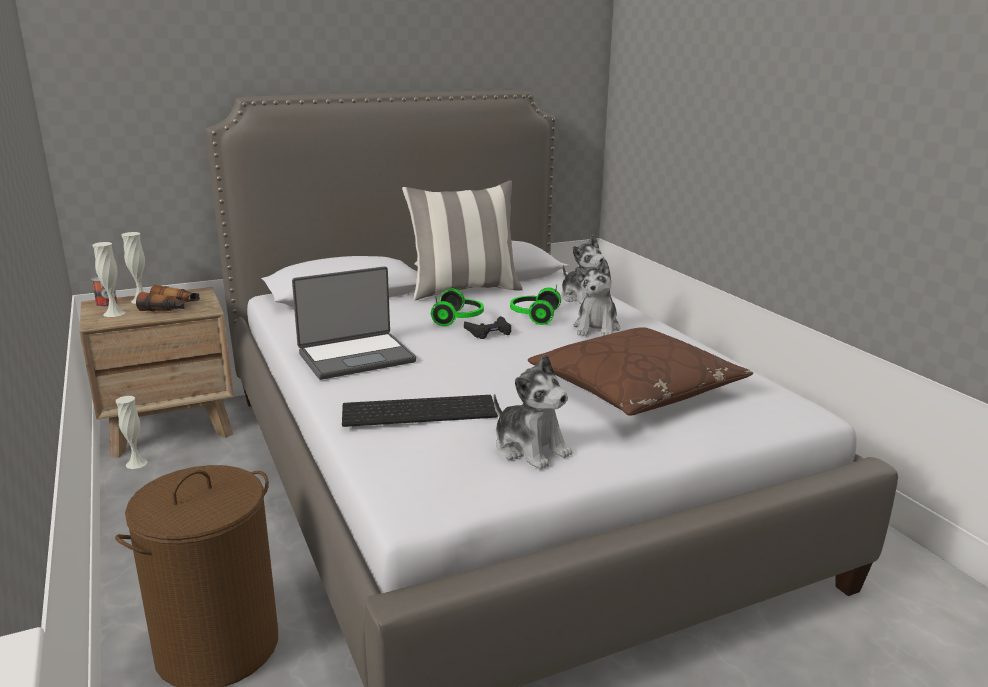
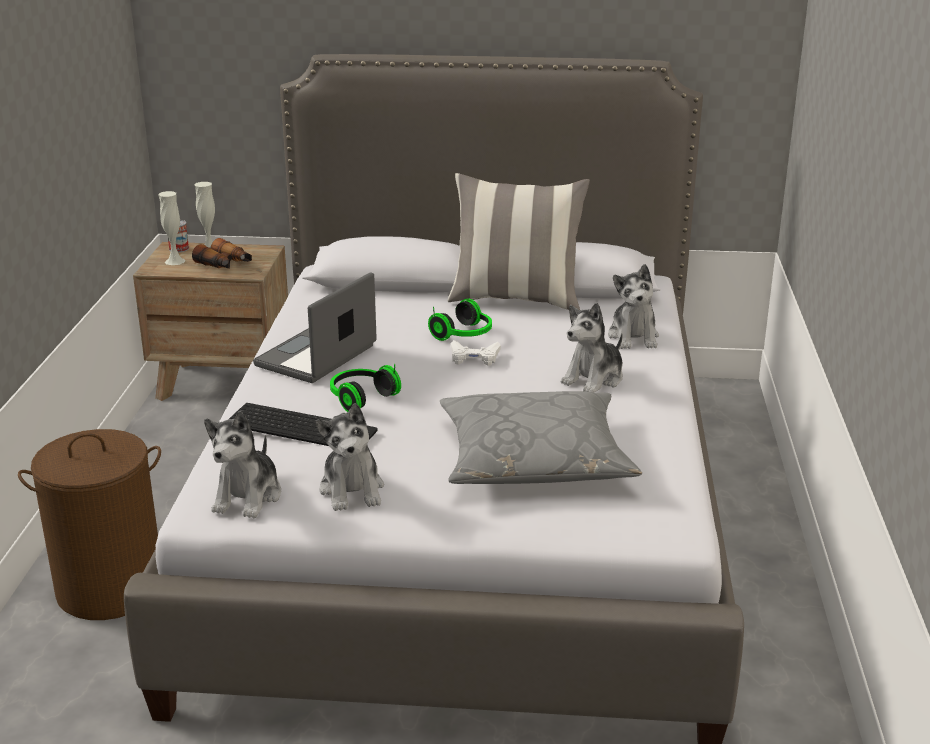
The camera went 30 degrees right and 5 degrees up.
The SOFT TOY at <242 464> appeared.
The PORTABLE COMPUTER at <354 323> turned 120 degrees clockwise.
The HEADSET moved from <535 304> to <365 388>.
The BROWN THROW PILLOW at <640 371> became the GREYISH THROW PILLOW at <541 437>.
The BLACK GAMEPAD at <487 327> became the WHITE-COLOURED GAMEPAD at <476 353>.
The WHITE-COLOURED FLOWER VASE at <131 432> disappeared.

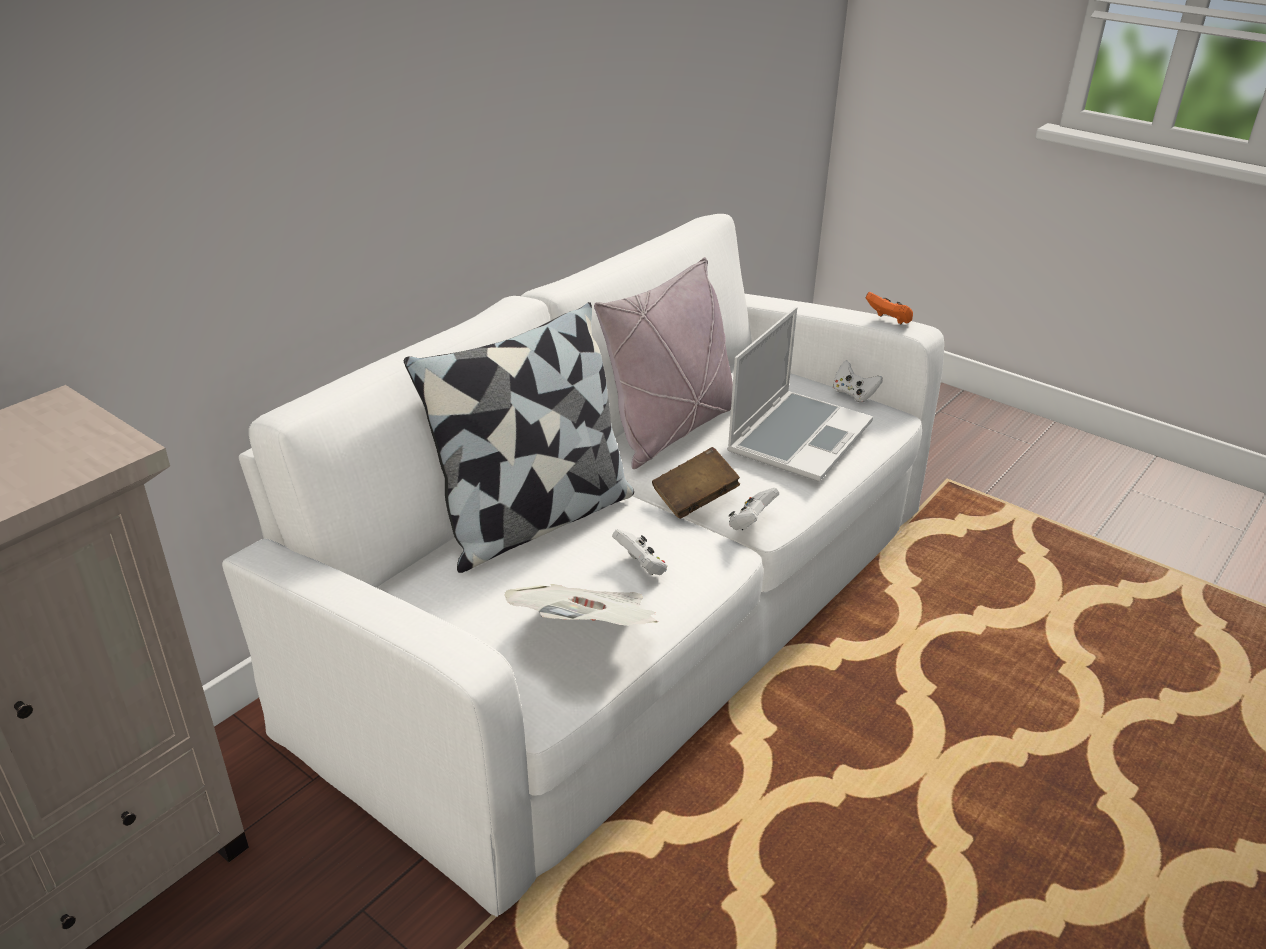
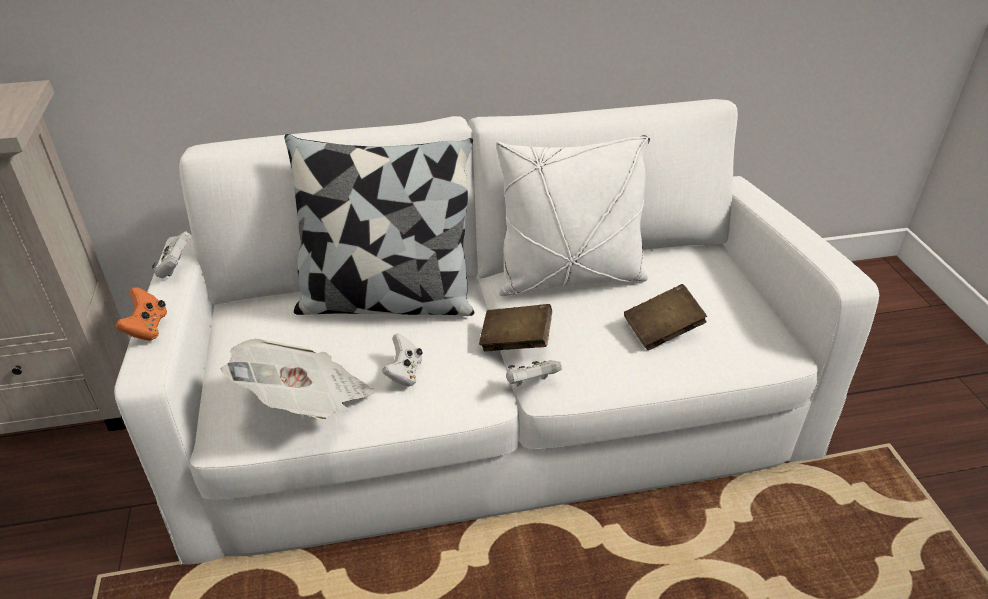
The camera went 40 degrees right and 5 degrees up.
The ORANGE GAMEPAD moved from <889 308> to <141 314>.
The WHITE-COLOURED GAMEPAD moved from <858 381> to <171 254>.
The PURPLE THROW PILLOW at <663 363> became the WHITE-COLOURED THROW PILLOW at <573 215>.
The PORTABLE COMPUTER at <800 394> was replaced by the BROWN BOOK at <665 317>.

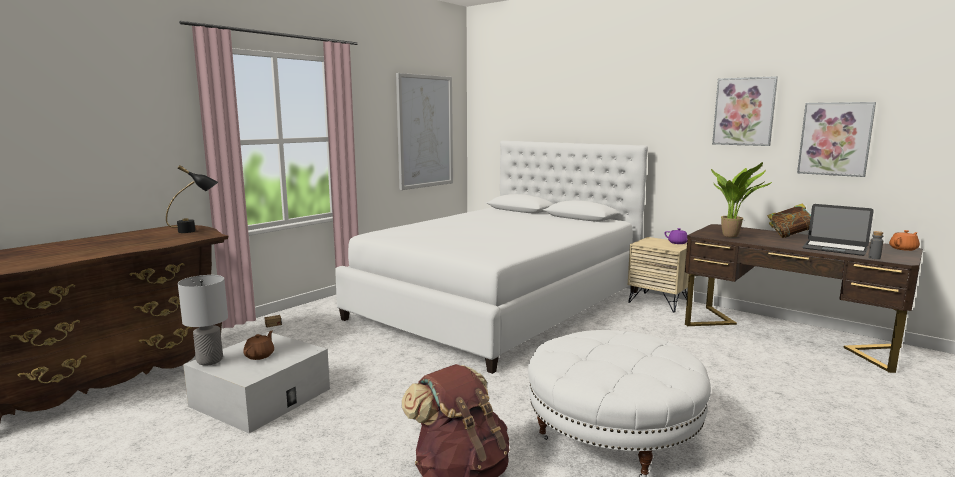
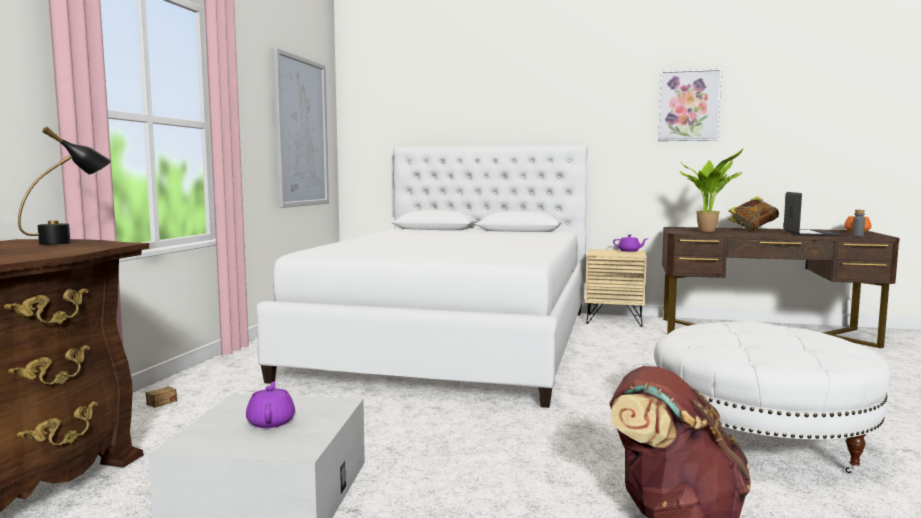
The camera went 25 degrees left and 5 degrees down.
The BROWN POT FOR TEA at <258 345> became the PURPLE POT FOR TEA at <270 405>.
The PORTABLE COMPUTER at <838 230> turned 90 degrees counterclockwise.
The GREYISH TABLETOP LAMP at <203 320> disappeared.
The PICTURE at <836 139> disappeared.

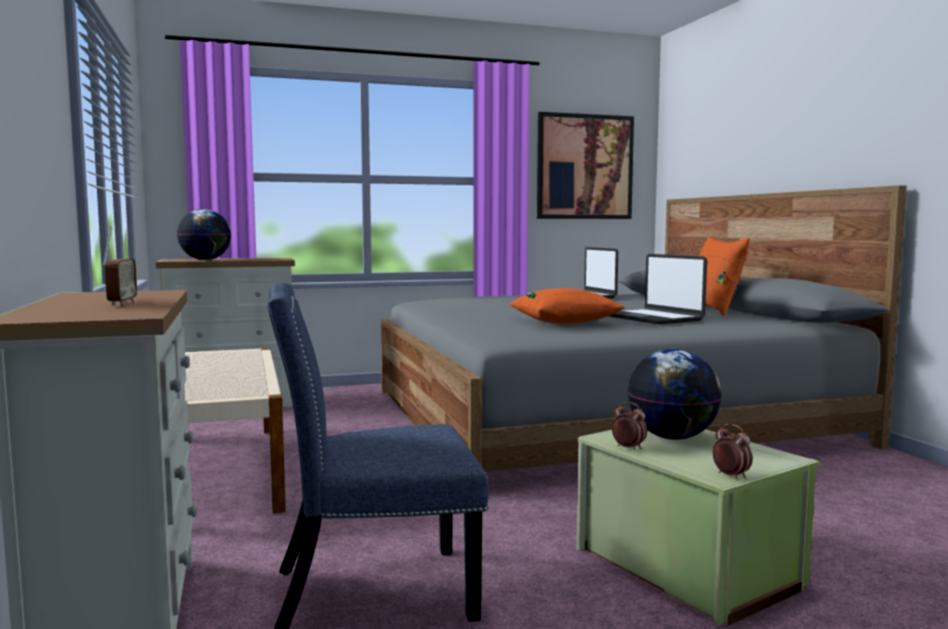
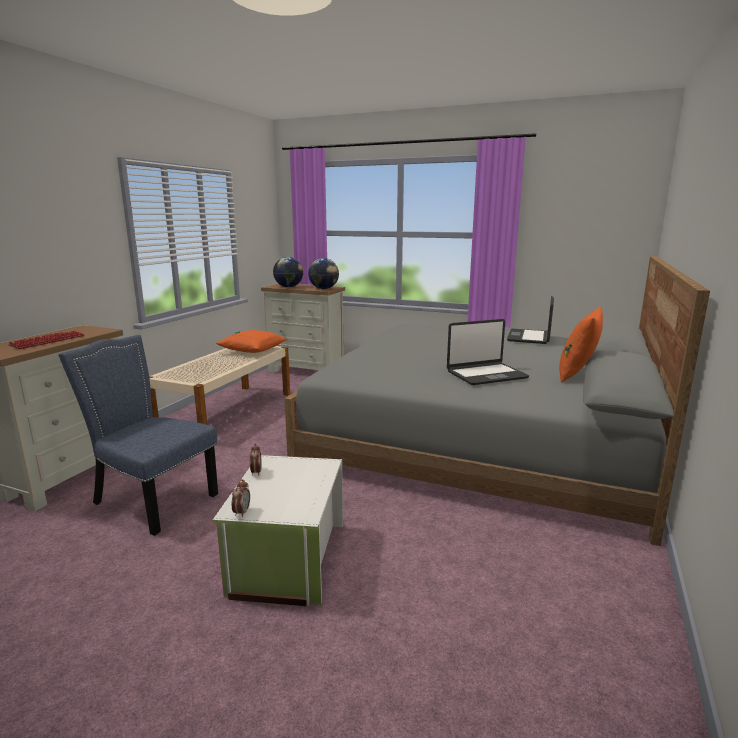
The camera went 40 degrees right and 10 degrees up.
The RADIO SET at <120 266> was replaced by the PC KEYBOARD at <46 340>.
The GREEN-COLOURED STORAGE CONTAINER at <698 527> became the WHITE-COLOURED STORAGE CONTAINER at <278 530>.
The ORANGE THROW PILLOW moved from <567 306> to <251 341>.
The DESK GLOBE moved from <675 394> to <323 273>.
The PORTABLE COMPUTER at <658 289> turned 120 degrees counterclockwise.
The PICTURE at <585 165> disappeared.

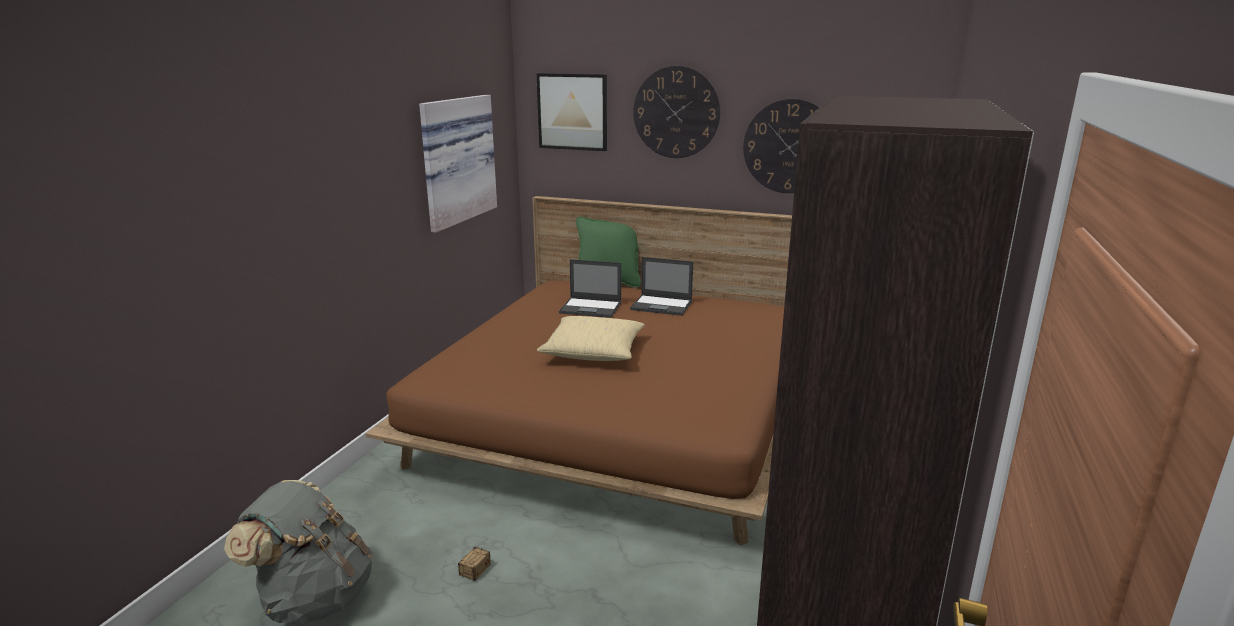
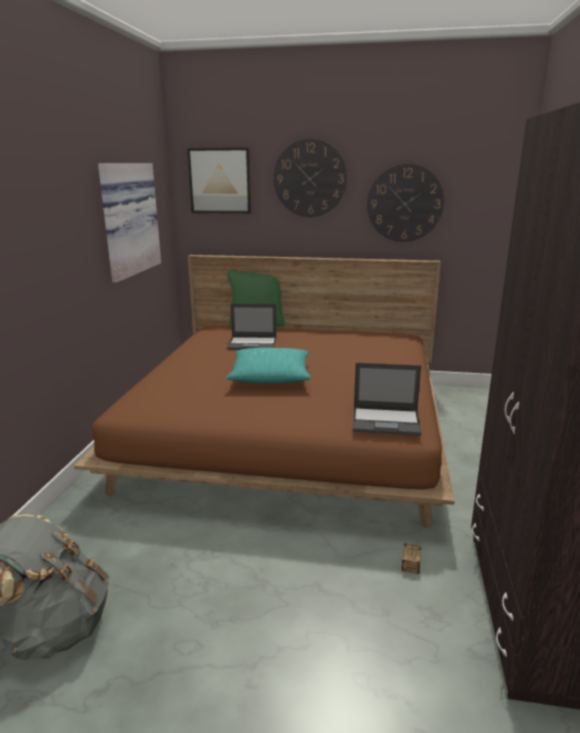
The camera went 10 degrees left and 0 degrees up.
The BEIGE-COLOURED THROW PILLOW at <591 338> became the BLUE-GREEN THROW PILLOW at <268 366>.
The PORTABLE COMPUTER moved from <661 286> to <387 399>.
The STORAGE CONTAINER moved from <468 564> to <411 559>.

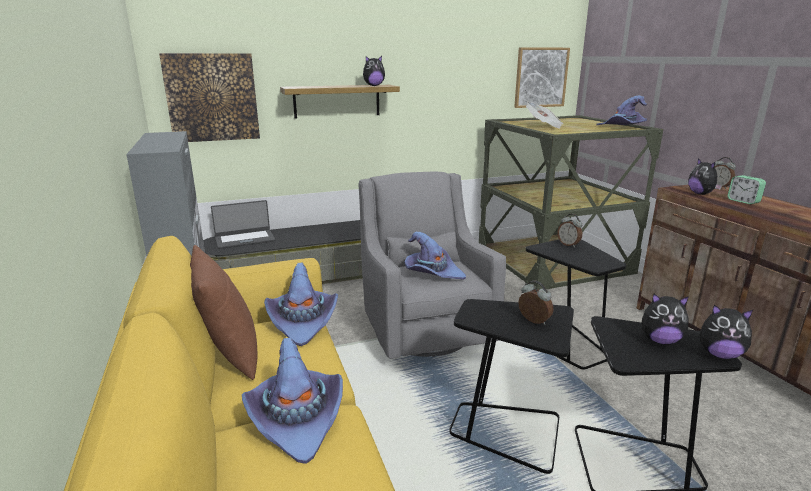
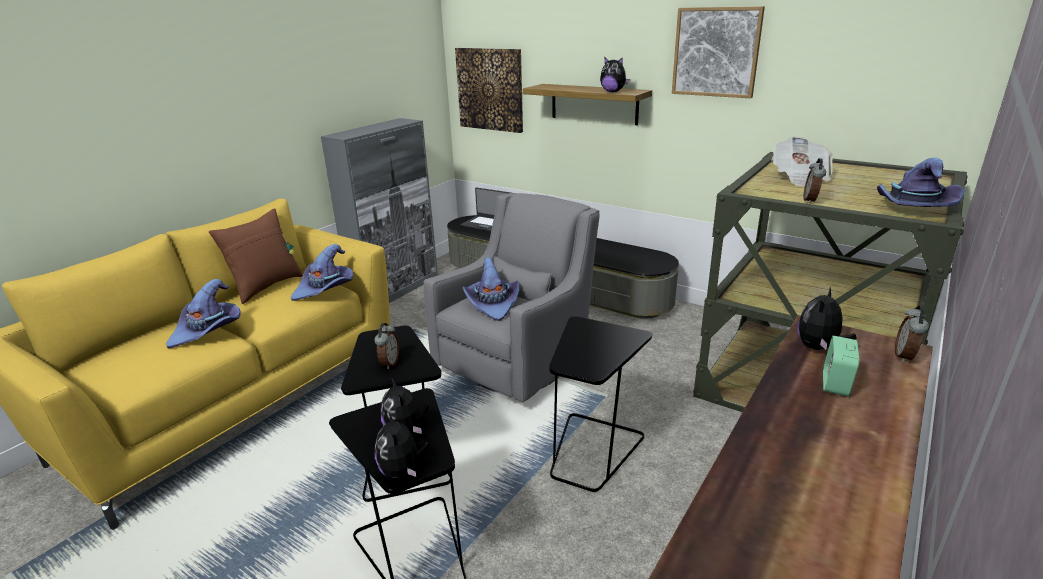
The camera went 55 degrees right and 5 degrees up.
The PICTURE moved from <542 77> to <718 52>.
The ALARM CLOCK moved from <569 230> to <815 181>.

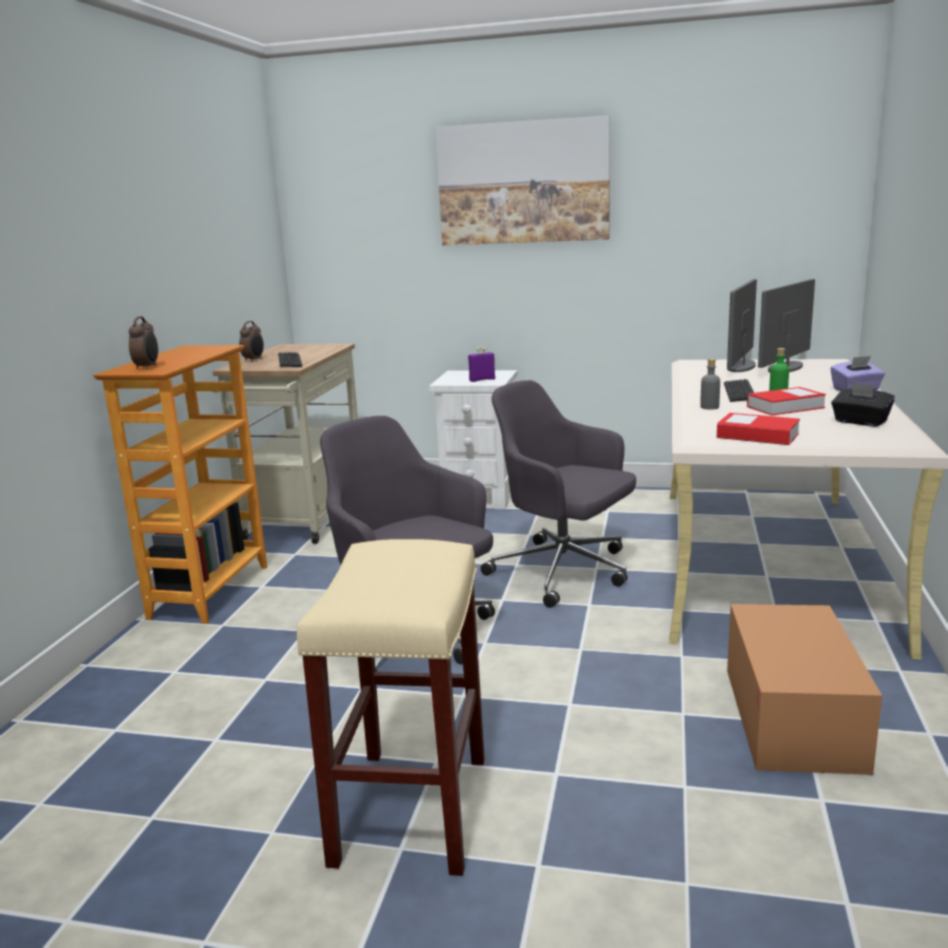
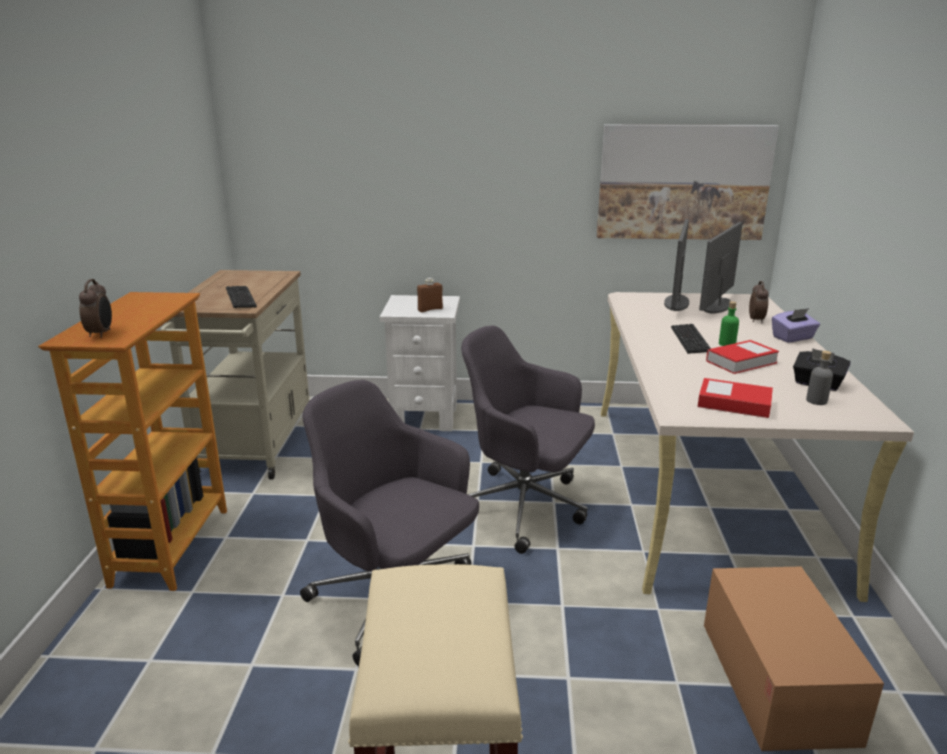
The camera went 10 degrees left and 5 degrees up.
The PURPLE DRINK BOTTLE at <481 364> became the BROWN DRINK BOTTLE at <430 295>.
The PICTURE moved from <523 180> to <688 182>.
The ALARM CLOCK moved from <251 341> to <759 302>.
The GREYISH DRINK BOTTLE moved from <710 384> to <819 378>.

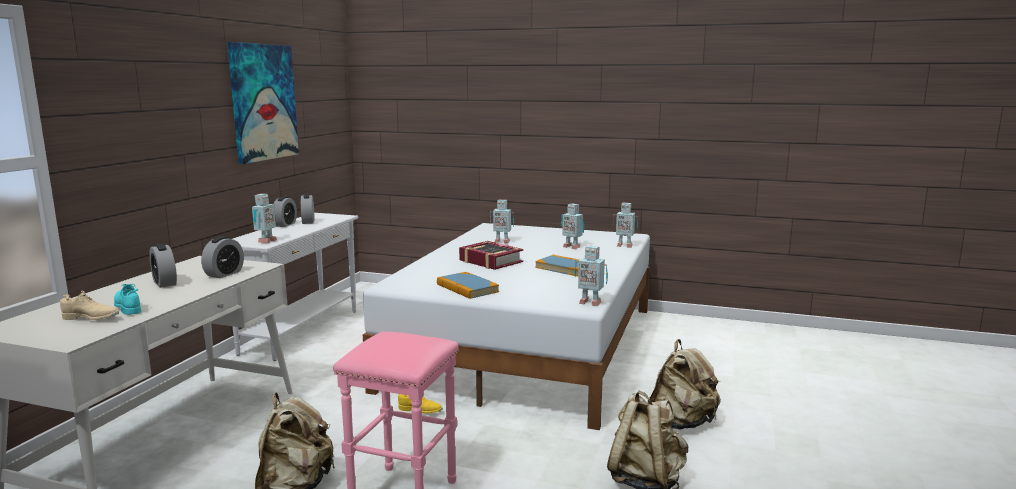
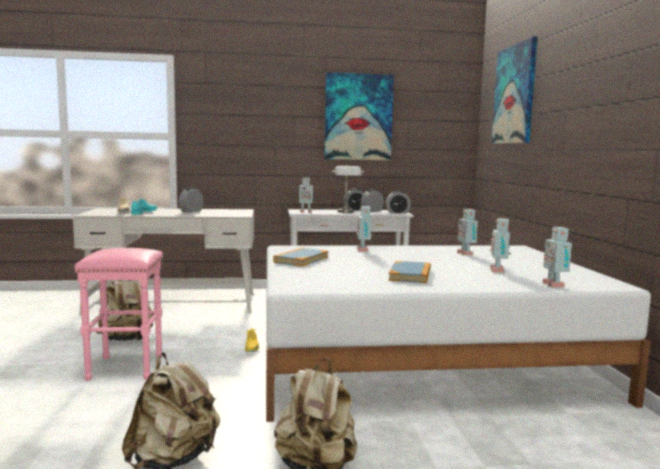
The camera went 65 degrees right and 5 degrees down.
The GREYISH TABLETOP LAMP at <348 189> appeared.
The TOY ROBOT moved from <591 275> to <364 229>.
The ALARM CLOCK moved from <222 257> to <398 202>.
The PICTURE at <515 90> appeared.
The BOOK at <491 255> disappeared.

